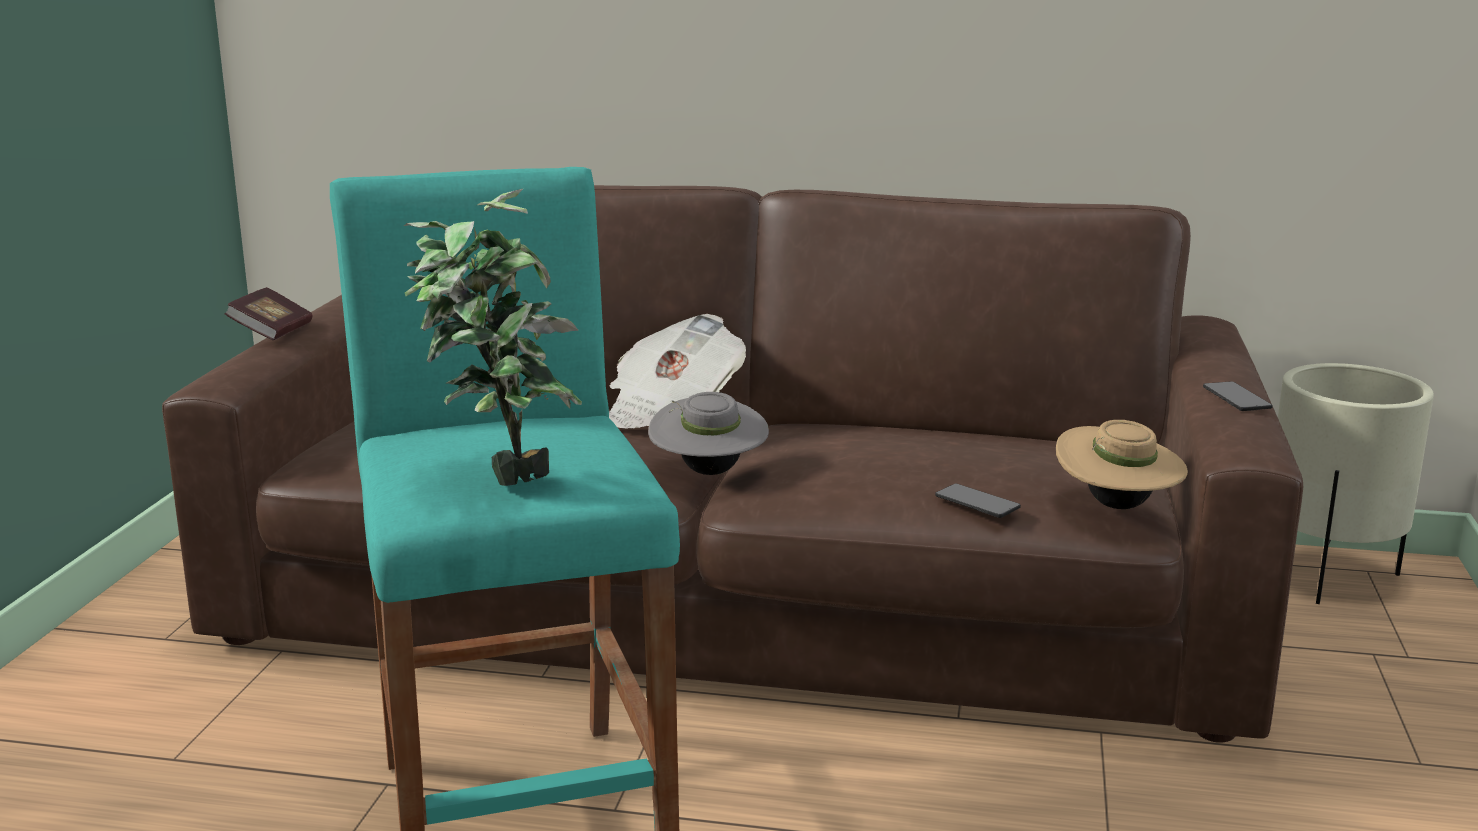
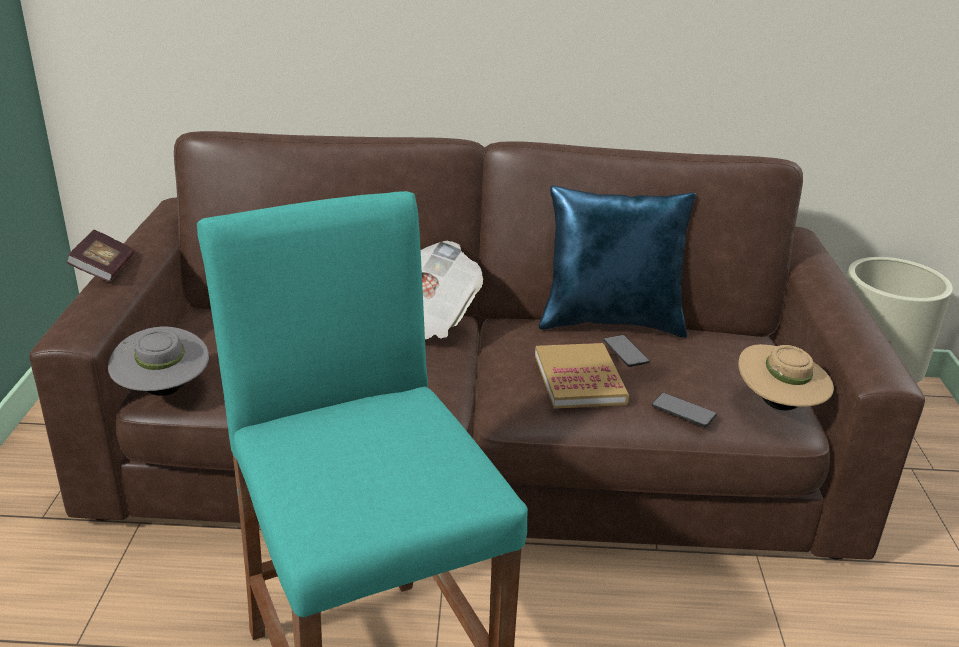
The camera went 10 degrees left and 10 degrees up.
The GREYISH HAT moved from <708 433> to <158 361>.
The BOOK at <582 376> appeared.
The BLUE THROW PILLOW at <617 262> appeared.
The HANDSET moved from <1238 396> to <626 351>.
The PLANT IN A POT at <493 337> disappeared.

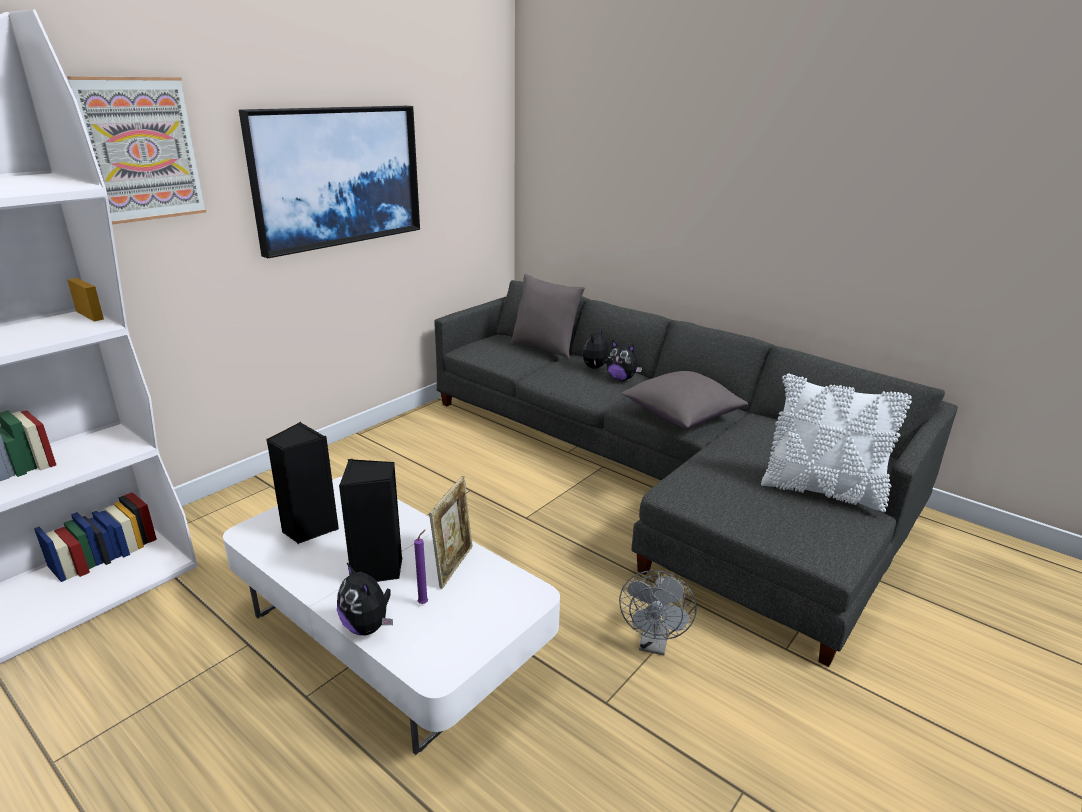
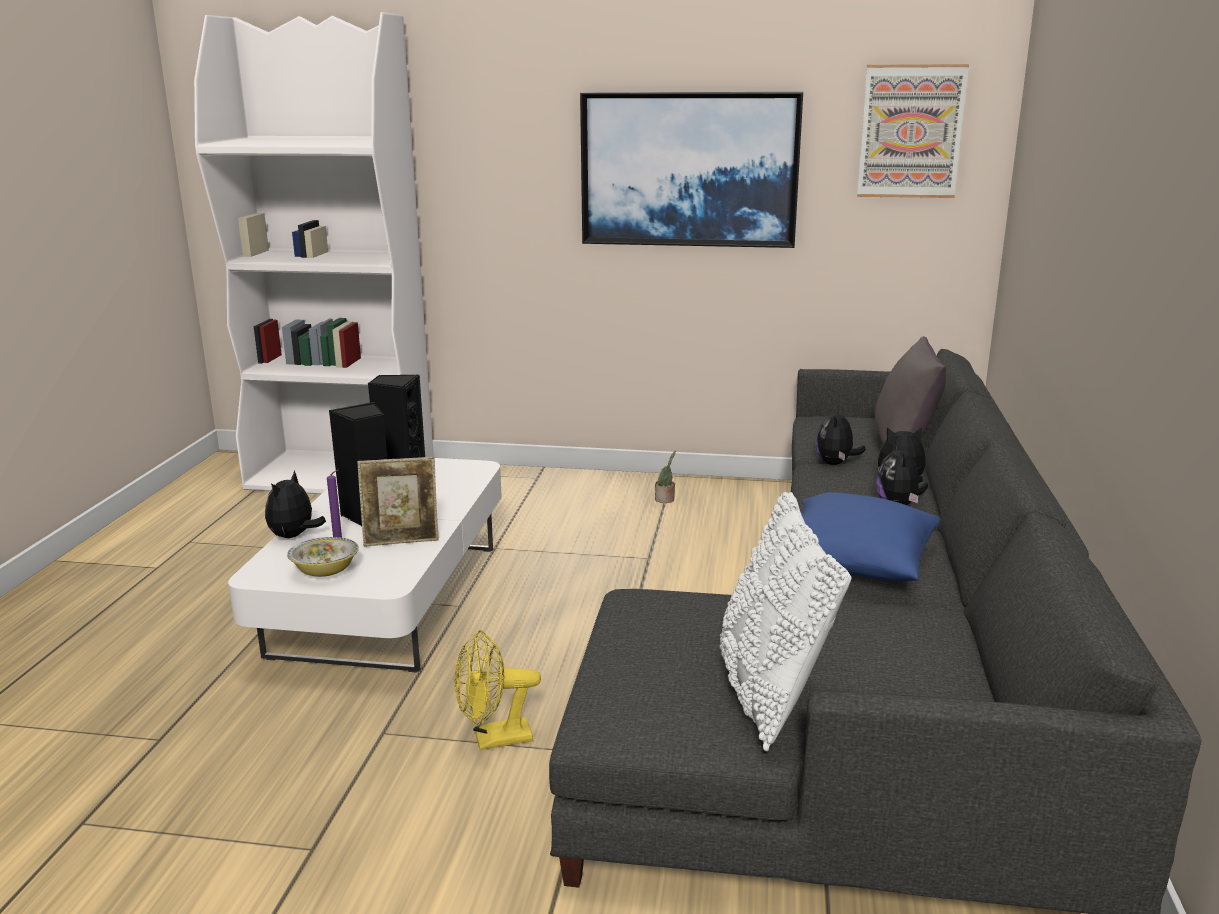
The camera went 60 degrees right and 5 degrees down.
The SERVING BOWL at <323 557> appeared.
The GREYISH FAN at <658 612> became the YELLOW-COLOURED FAN at <498 690>.
The PLANT IN A POT at <665 477> appeared.
The GREYISH THROW PILLOW at <684 399> became the BLUE THROW PILLOW at <870 536>.
The SOFT TOY at <841 435> appeared.
The PICTURE moved from <136 150> to <913 131>.

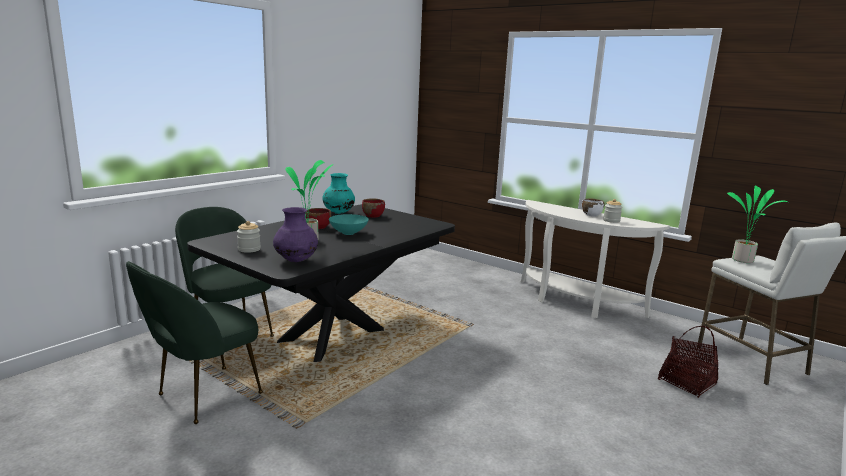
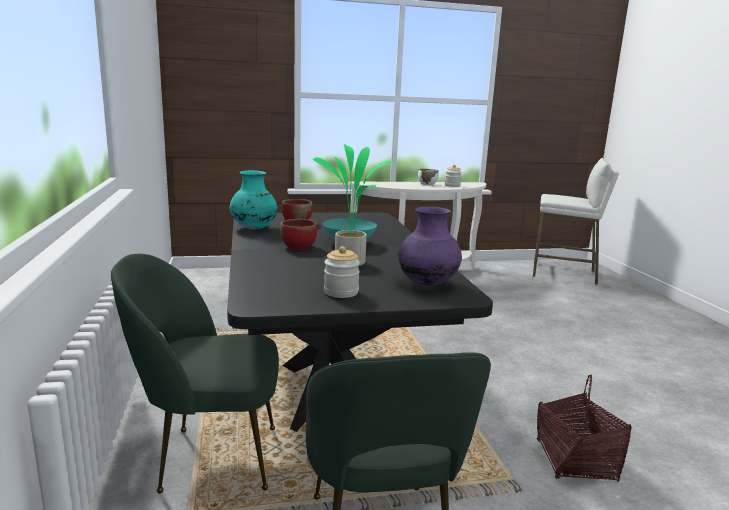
The camera went 50 degrees left and 0 degrees up.
The BASKET moved from <688 362> to <584 428>.
The PLANT IN A POT at <757 224> disappeared.

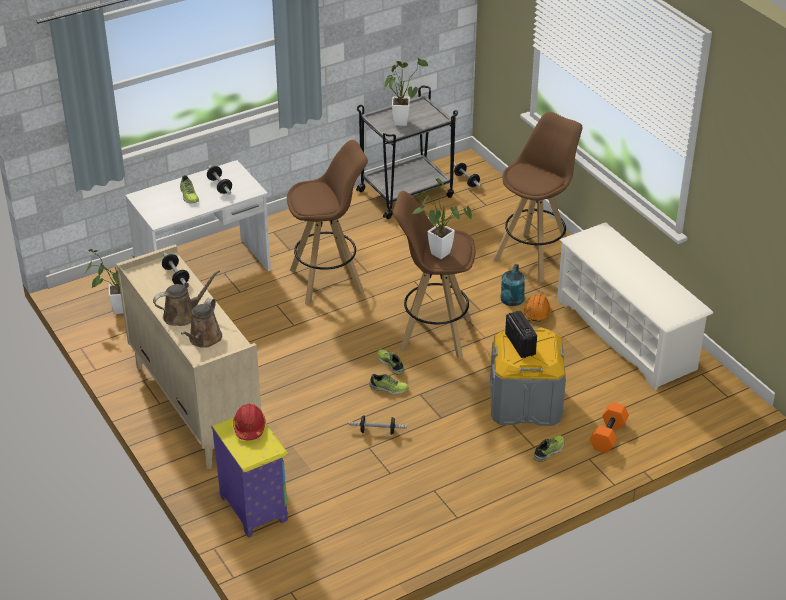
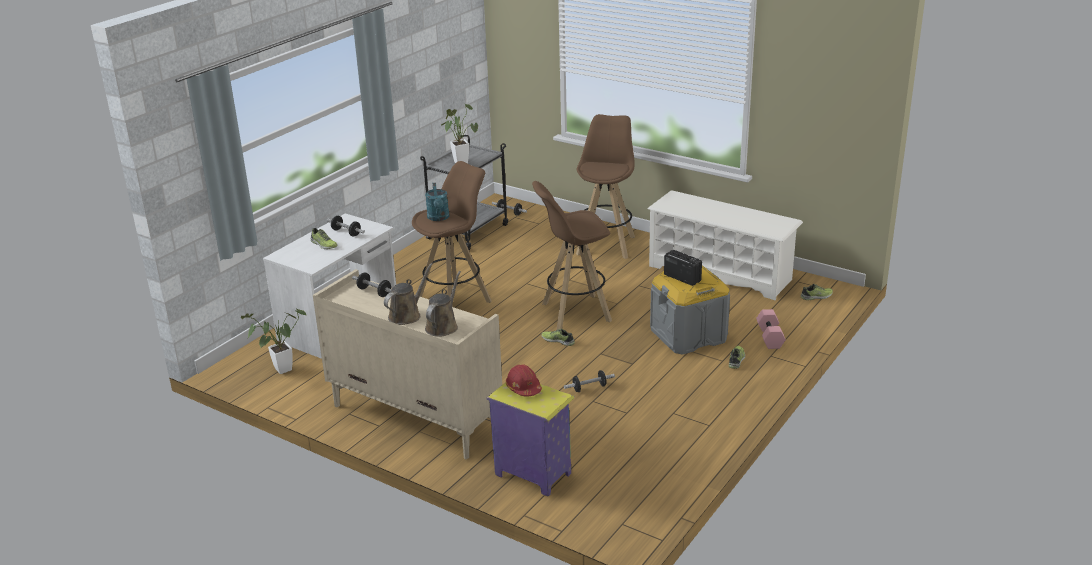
The camera went 25 degrees left and 10 degrees down.
The BLUE-GREEN WATERING CAN moved from <512 285> to <437 202>.
The BROWN WATERING CAN at <201 323> turned 150 degrees counterclockwise.
The ORANGE FREE WEIGHT at <609 427> became the PINKISH FREE WEIGHT at <771 329>.
The LOW SHOE moved from <389 384> to <817 292>.
The PLANT IN A POT at <442 218> disappeared.
The ORANGE SAFETY HELMET at <538 308> disappeared.

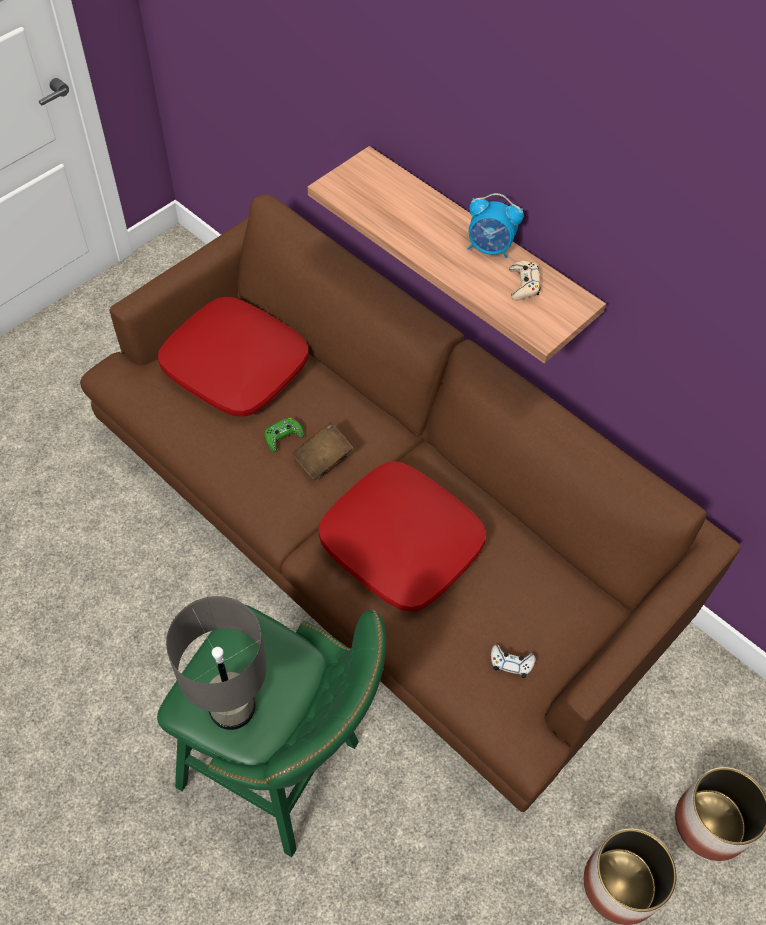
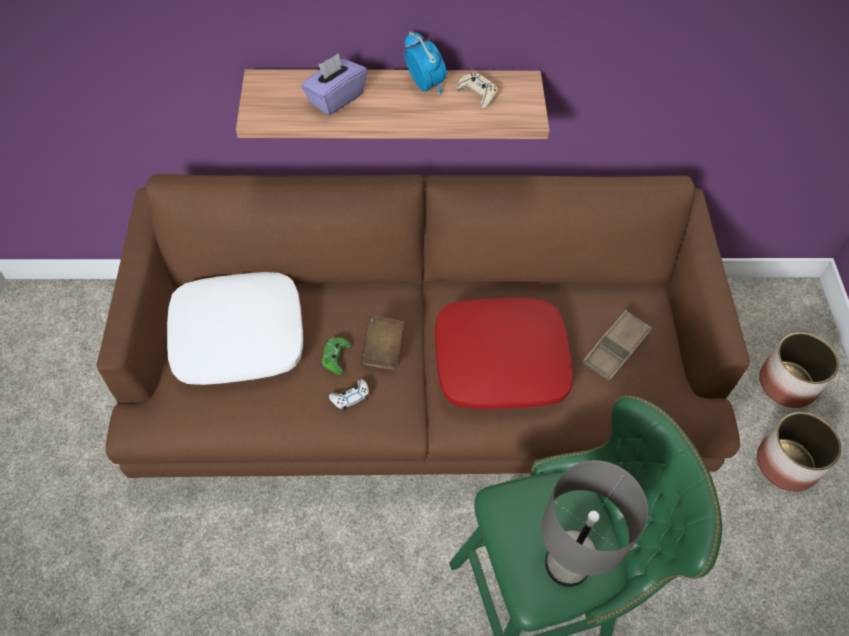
The camera went 45 degrees left and 0 degrees up.
The RED-COLOURED THROW PILLOW at <233 357> became the WHITE-COLOURED THROW PILLOW at <235 328>.
The PURPLE TISSUE BOX at <334 84> appeared.
The WHITE-COLOURED GAMEPAD moved from <513 661> to <349 395>.
The ALARM CLOCK at <495 225> turned 90 degrees counterclockwise.
The BROWN SERVING TRAY at <617 346> appeared.

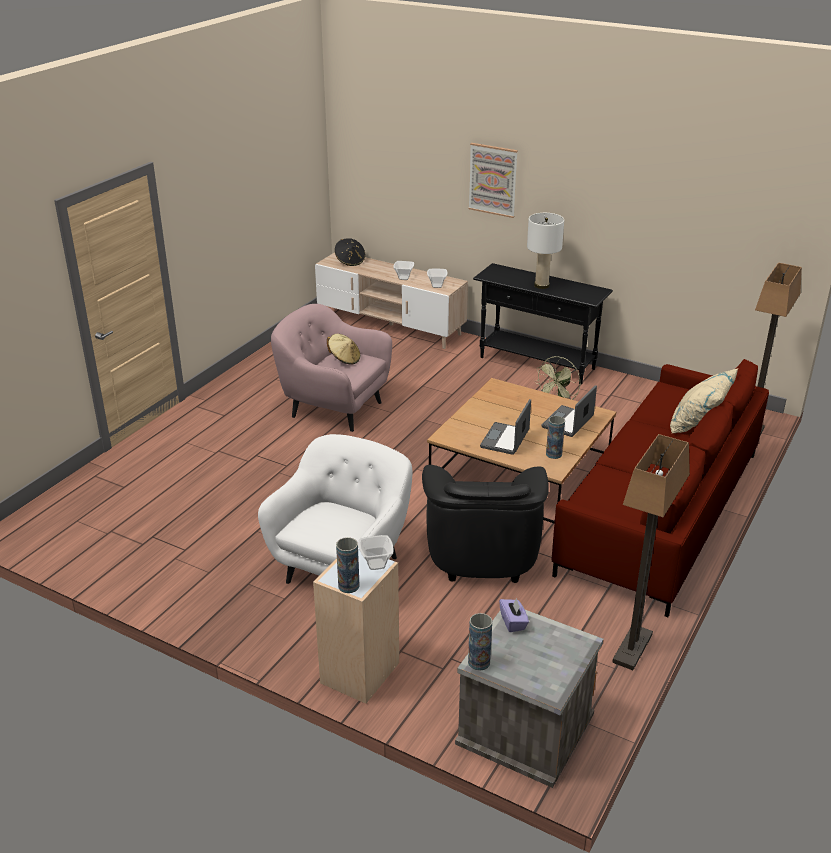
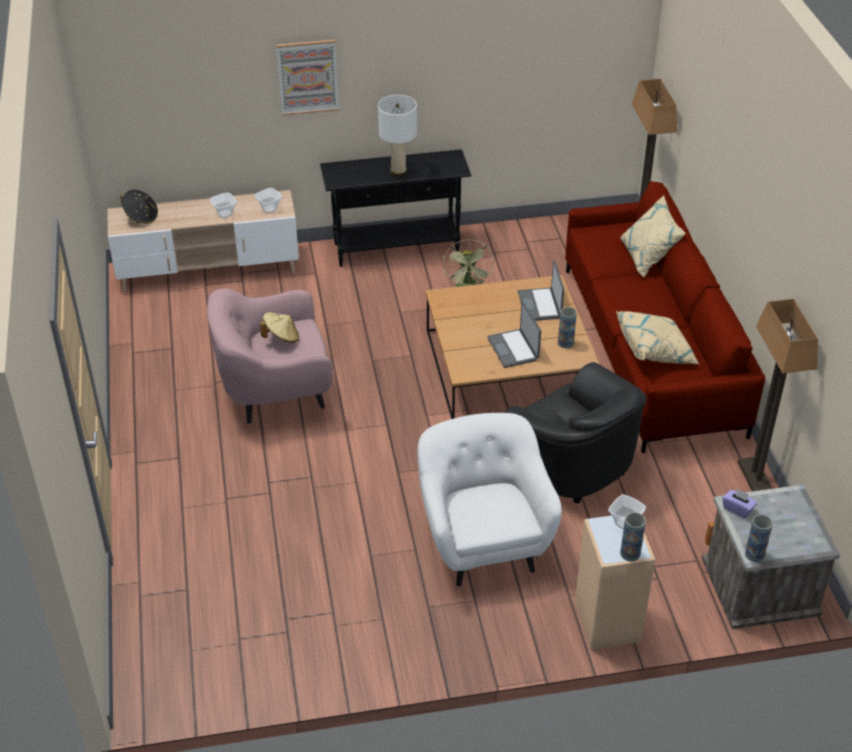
The camera went 40 degrees left and 10 degrees up.
The BEIGE-COLOURED THROW PILLOW at <657 337> appeared.

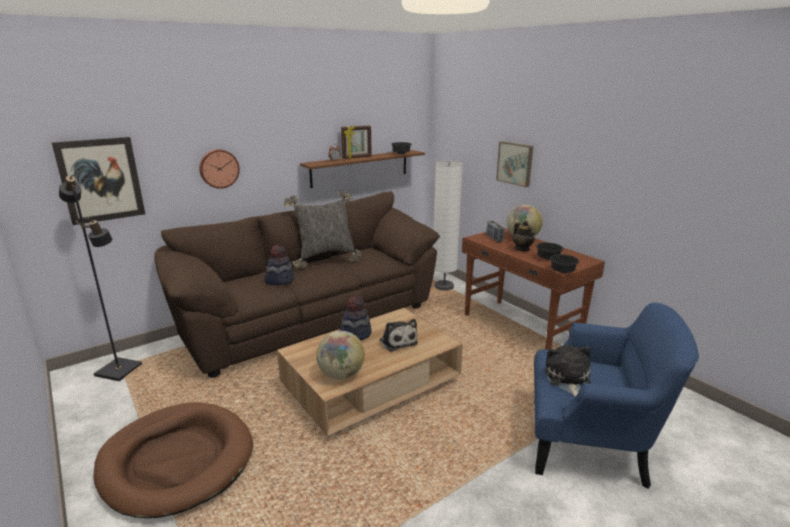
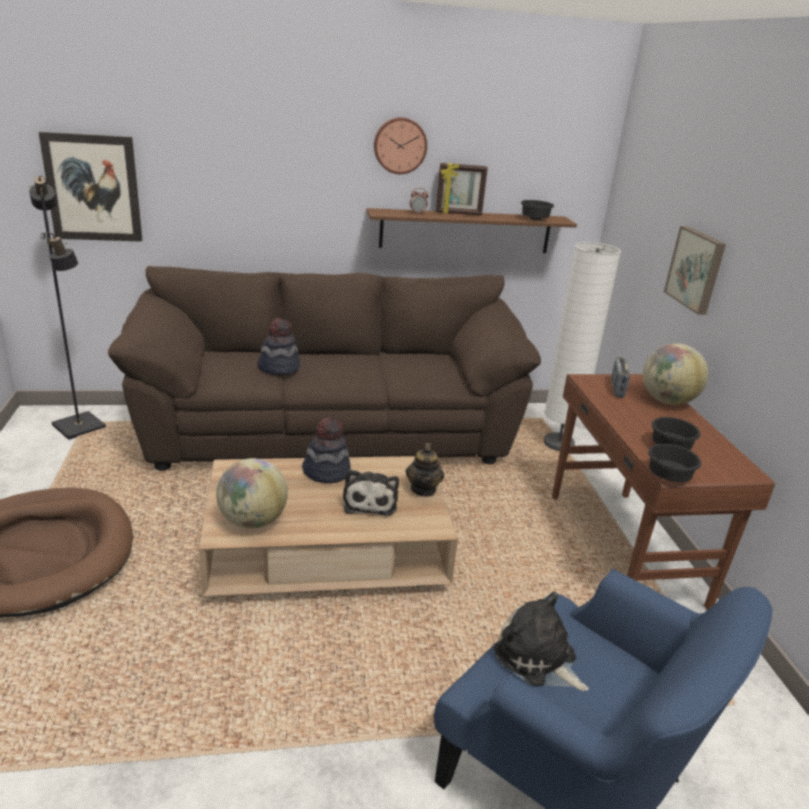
The camera went 25 degrees right and 5 degrees up.
The HANGING CLOCK moved from <219 169> to <400 145>.
The POT FOR TEA moved from <524 236> to <425 470>.
The SOFT TOY at <568 371> turned 75 degrees counterclockwise.
The THROW PILLOW at <323 229> disappeared.

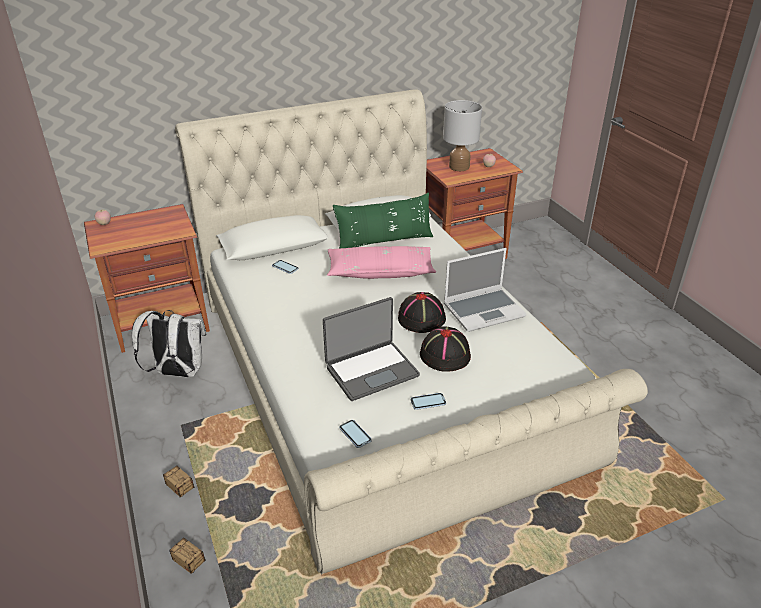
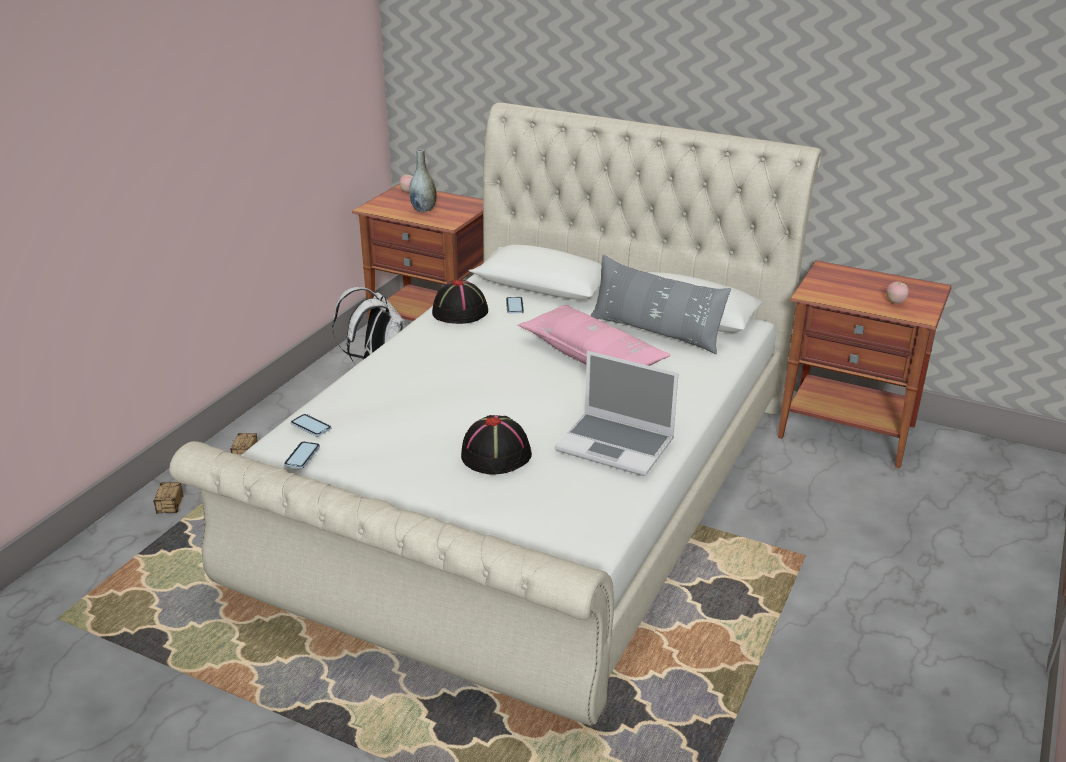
The camera went 50 degrees right and 5 degrees down.
The HANDSET moved from <428 401> to <311 425>.
The GREYISH FLOWER VASE at <423 180> appeared.
The BLACK HAT moved from <422 312> to <460 302>.
The GREEN-COLOURED THROW PILLOW at <383 220> became the GREYISH THROW PILLOW at <661 304>.
The PORTABLE COMPUTER at <371 349> disappeared.
The GREYISH TABLETOP LAMP at <462 135> disappeared.

